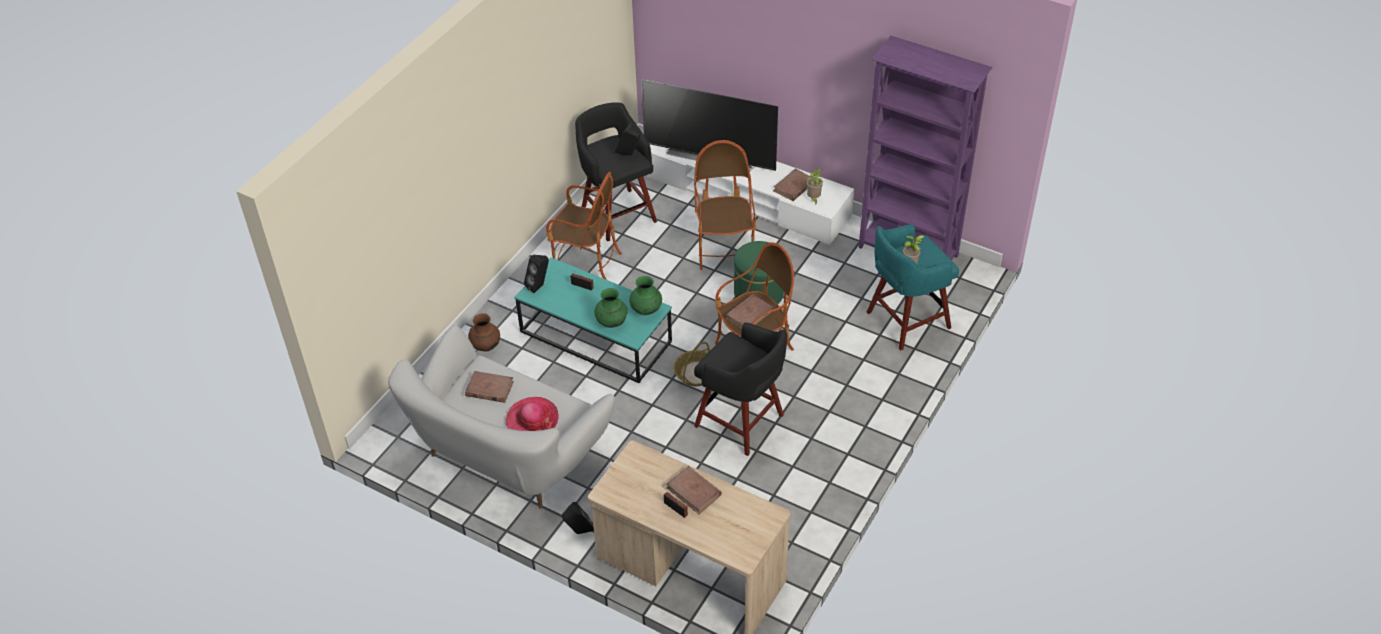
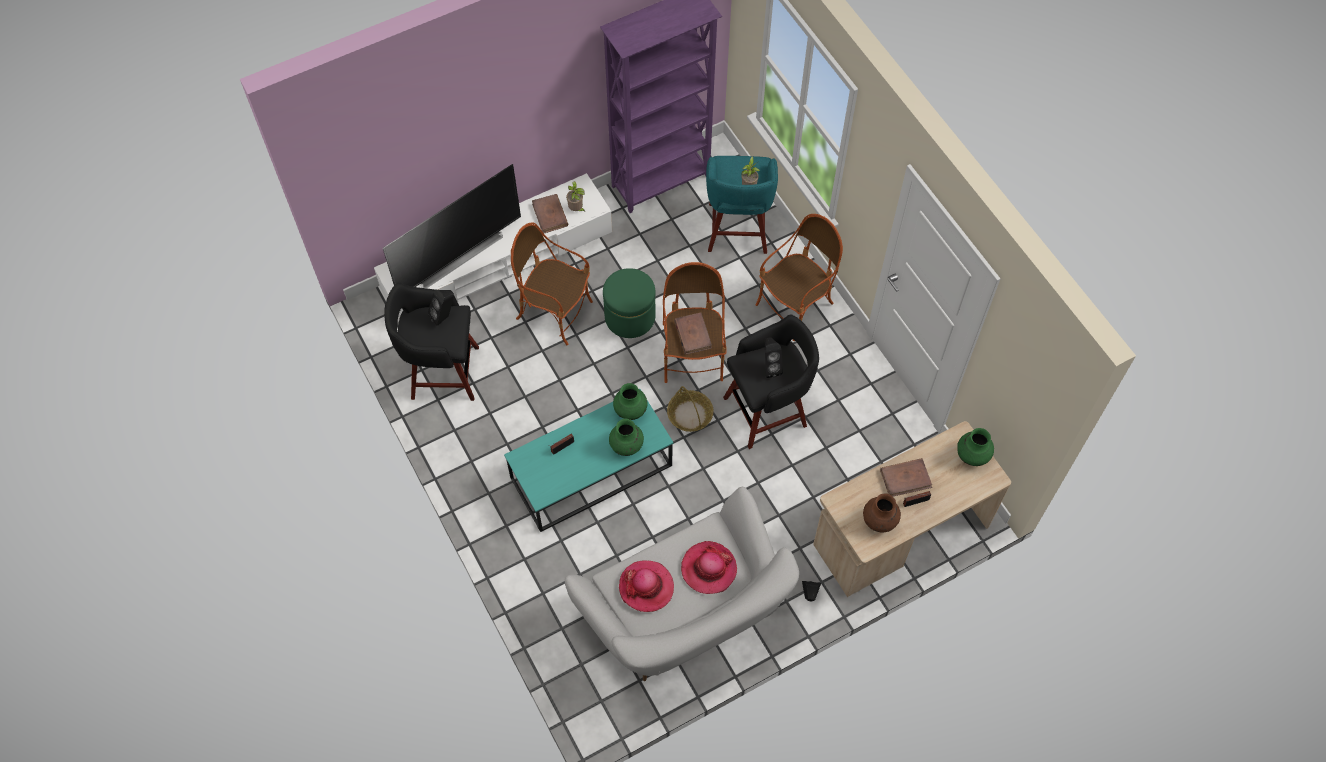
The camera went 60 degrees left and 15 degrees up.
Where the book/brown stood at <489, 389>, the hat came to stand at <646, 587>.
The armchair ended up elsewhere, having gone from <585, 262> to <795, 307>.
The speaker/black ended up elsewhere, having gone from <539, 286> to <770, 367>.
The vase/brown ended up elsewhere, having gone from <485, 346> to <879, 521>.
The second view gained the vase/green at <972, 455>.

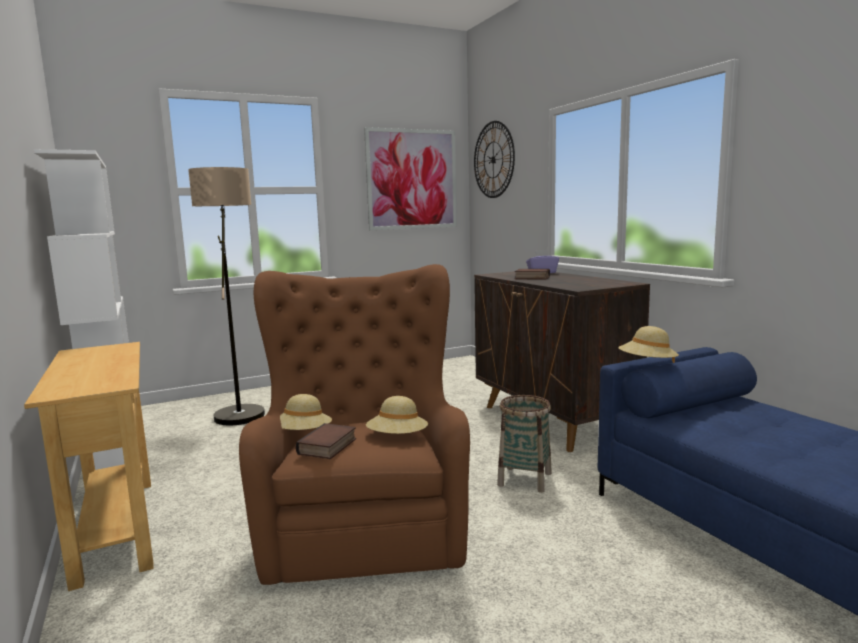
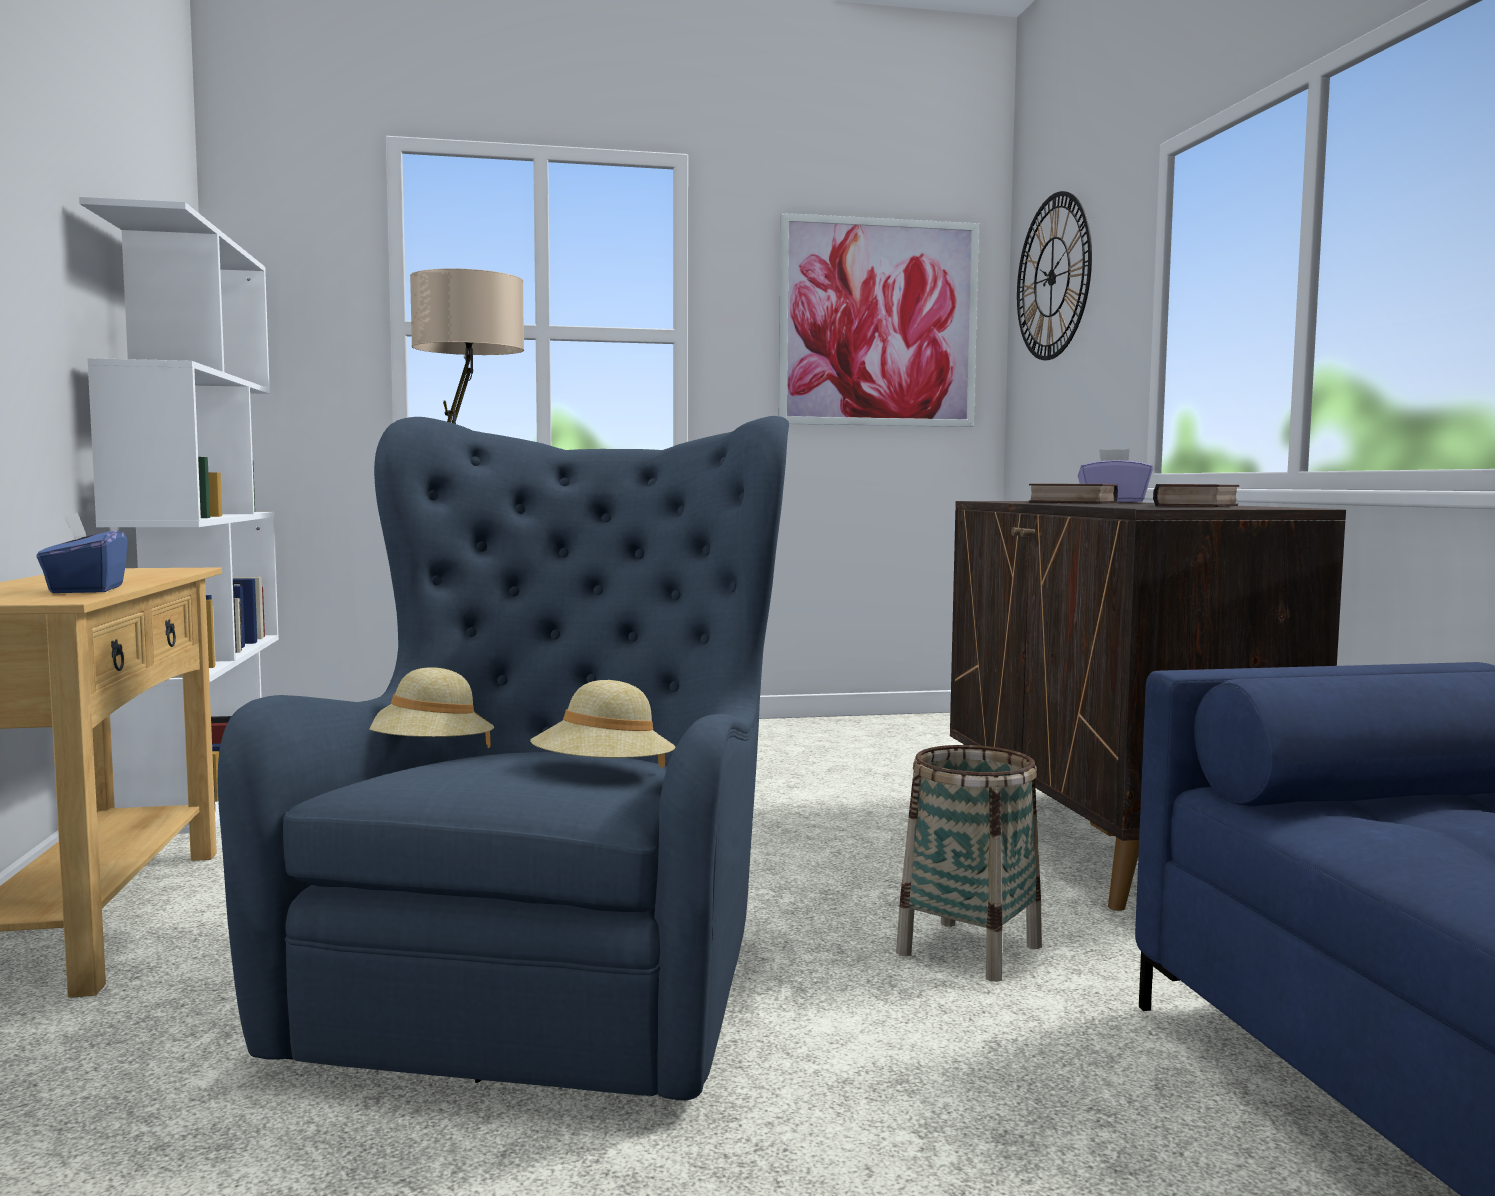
The camera went 15 degrees right and 5 degrees down.
The second view gained the tissue box/blue at <85, 590>.
What was the armchair/brown at <364, 521> turned into the armchair/blue at <556, 977>.
The book ended up elsewhere, having gone from <328, 447> to <1199, 505>.
The second view lost the hat/beige at <647, 365>.

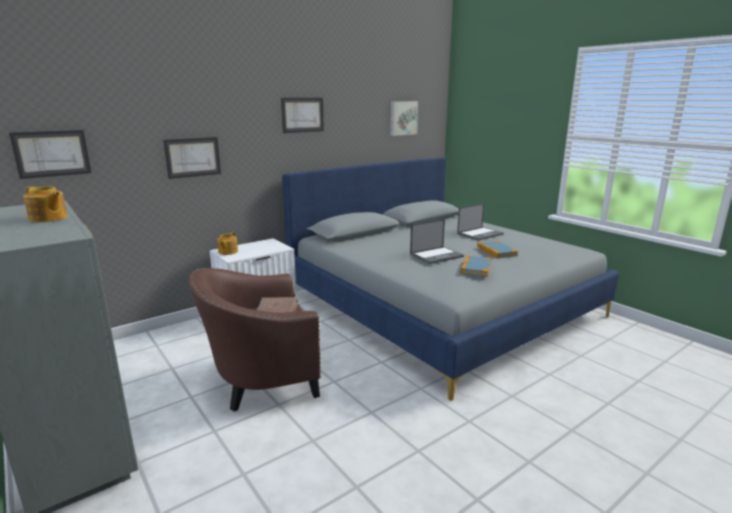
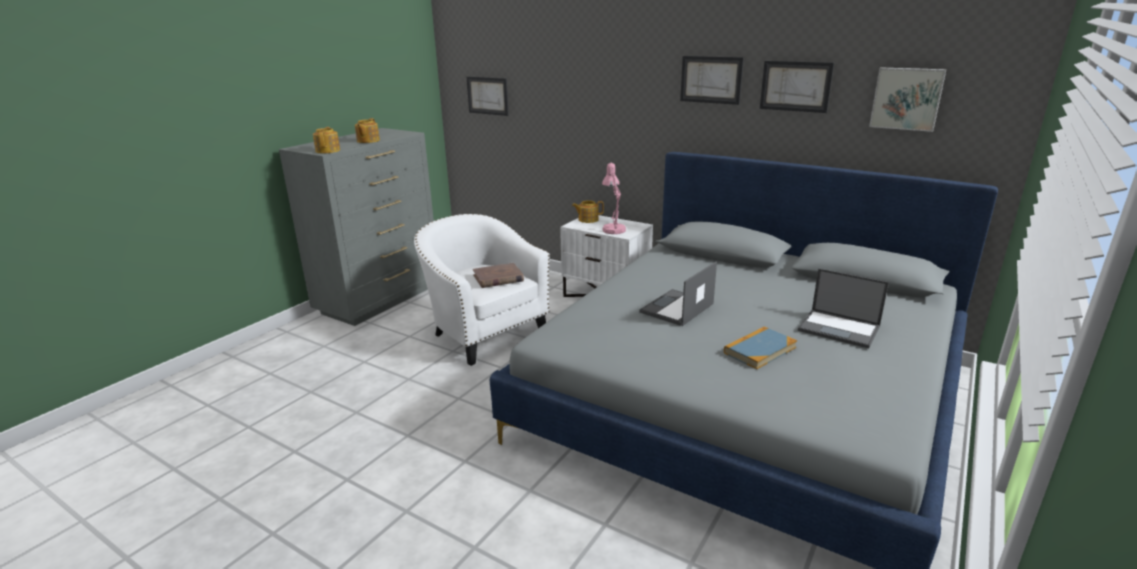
The camera went 70 degrees right and 5 degrees up.
The second view gained the teapot at <328, 150>.
What was the armchair/brown at <261, 381> turned into the armchair/white at <484, 333>.
The second view gained the table lamp/pink at <612, 228>.
The laptop at <437, 255> ended up facing another way, 90 degrees clockwise from before.
The picture ended up elsewhere, having gone from <193, 157> to <795, 86>.
The second view lost the book at <476, 268>.

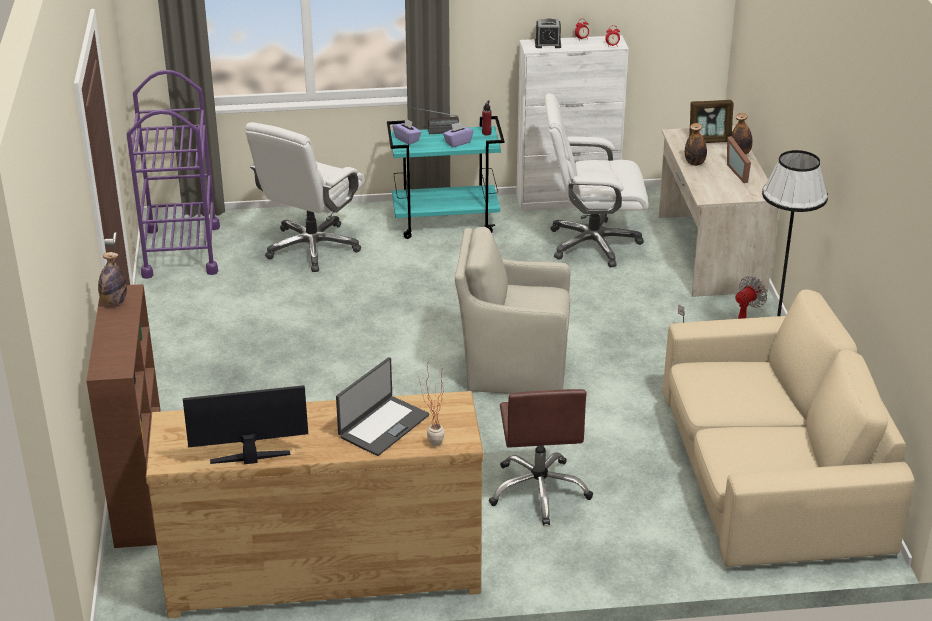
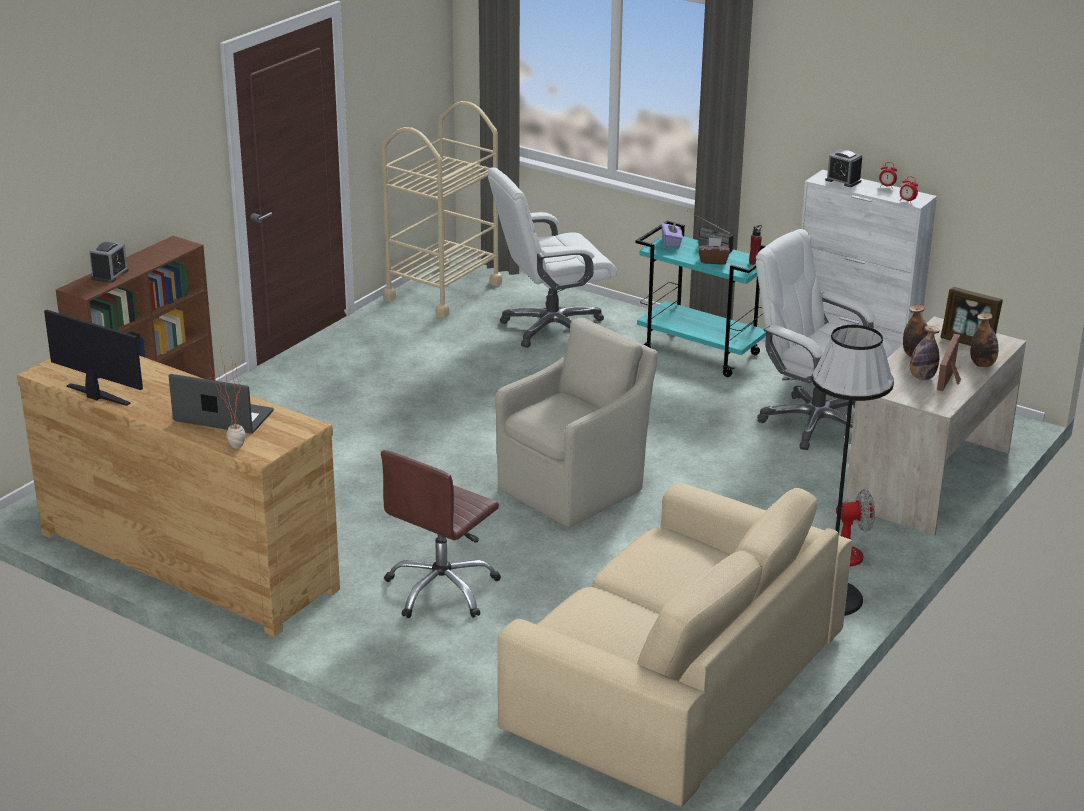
The camera went 40 degrees right and 5 degrees down.
The second view gained the alarm clock at <110, 275>.
The laptop at <383, 426> ended up facing another way, 150 degrees counterclockwise from before.
What was the cart/purple at <181, 251> turned into the cart/beige at <443, 291>.
The armchair/beige at <512, 367> ended up facing another way, 90 degrees clockwise from before.
What was the tissue box/purple at <458, 142> turned into the tissue box/brown at <713, 261>.
The bottle ended up elsewhere, having gone from <114, 302> to <922, 377>.

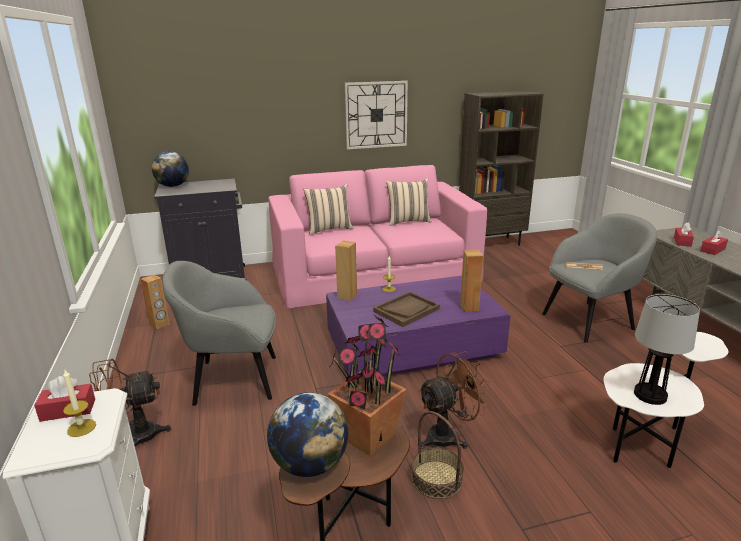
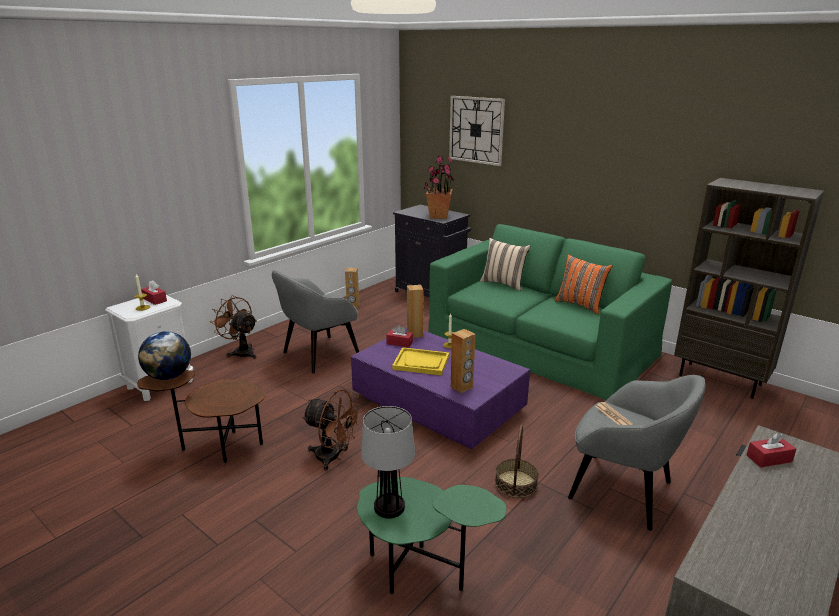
The camera went 55 degrees right and 0 degrees up.
The armchair/grey at <233, 379> ended up facing another way, 90 degrees counterclockwise from before.
What was the side table/white at <648, 441> turned into the side table/green at <420, 573>.
The tissue box/red ended up elsewhere, having gone from <712, 250> to <399, 343>.
What was the tray/brown at <406, 310> turned into the tray/yellow at <421, 363>.
The potted plant ended up elsewhere, having gone from <367, 437> to <438, 216>.
What was the sofa/pink at <374, 272> turned into the sofa/green at <540, 344>.
The wall clock ended up elsewhere, having gone from <376, 115> to <476, 130>.
The basket ended up elsewhere, having gone from <437, 479> to <516, 483>.
What was the pillow/beige at <408, 221> turned into the pillow/orange at <580, 305>.
The second view lost the globe at <173, 186>.

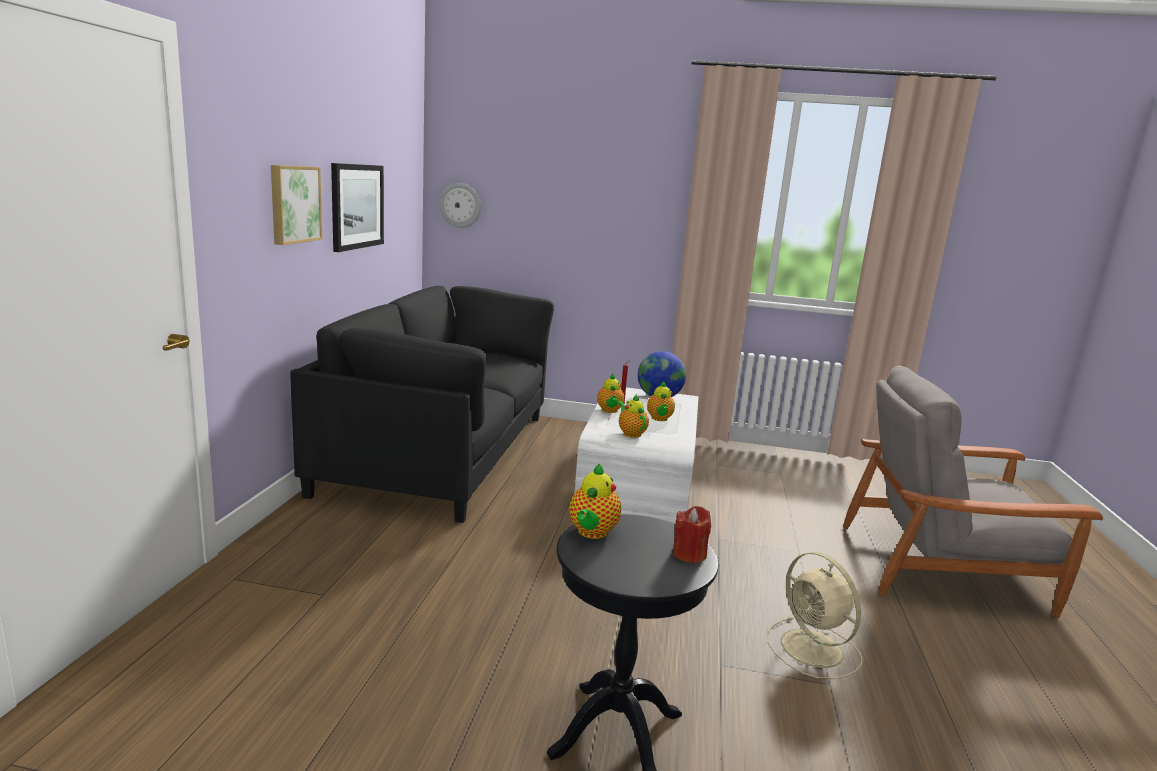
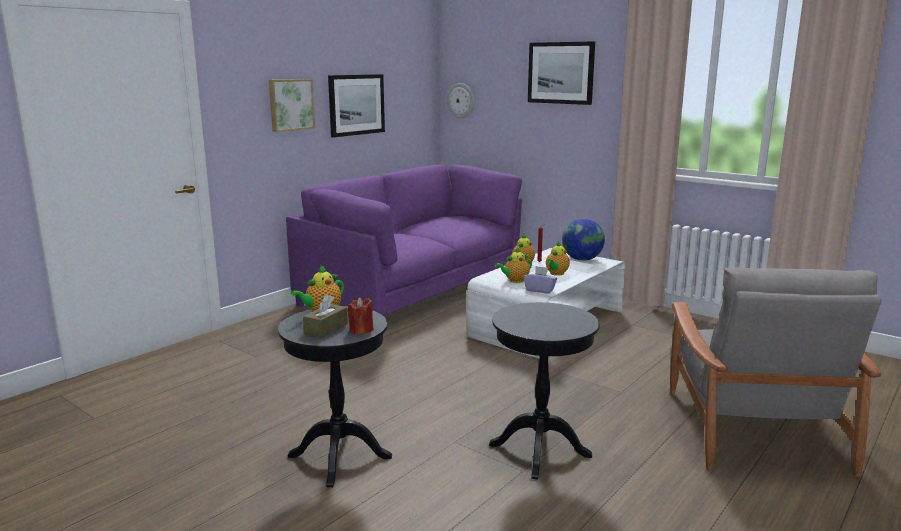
The camera went 30 degrees right and 0 degrees up.
What was the sofa/black at <441, 452> turned into the sofa/purple at <413, 290>.
The second view gained the tissue box/brown at <326, 329>.
Where the fan/beige stood at <814, 650>, the side table/black came to stand at <539, 450>.
The teapot at <631, 433> ended up facing another way, 120 degrees counterclockwise from before.
The second view gained the tissue box/purple at <540, 290>.
The second view gained the picture at <561, 73>.
The armchair/grey at <943, 568> ended up facing another way, 120 degrees counterclockwise from before.

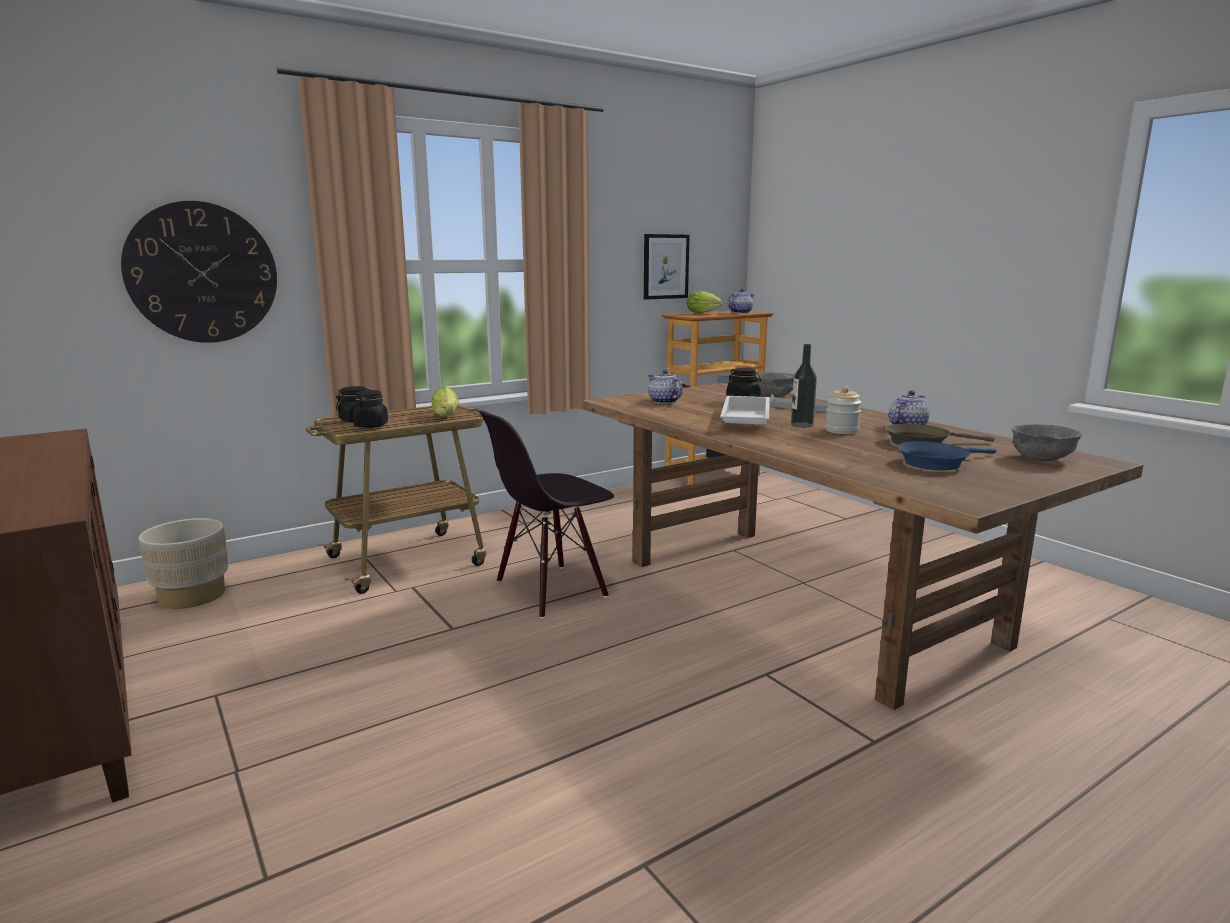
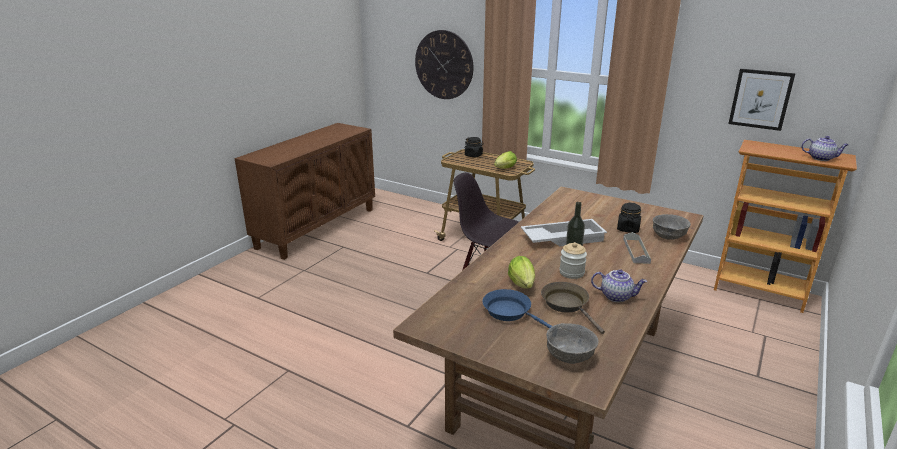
The camera went 65 degrees right and 10 degrees up.
The lettuce ended up elsewhere, having gone from <704, 313> to <522, 285>.
The second view lost the planter/beige at <192, 596>.
The second view lost the jar/black at <371, 425>.
The second view lost the teapot at <663, 401>.

